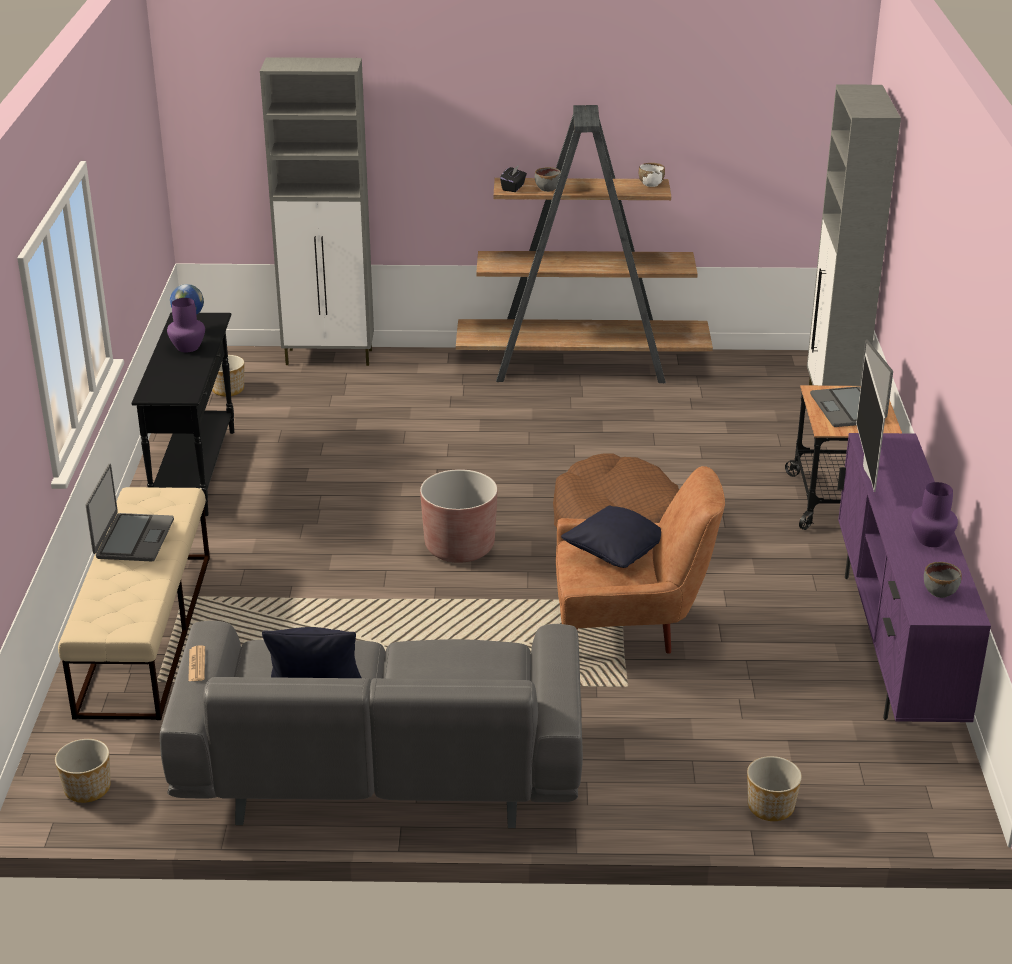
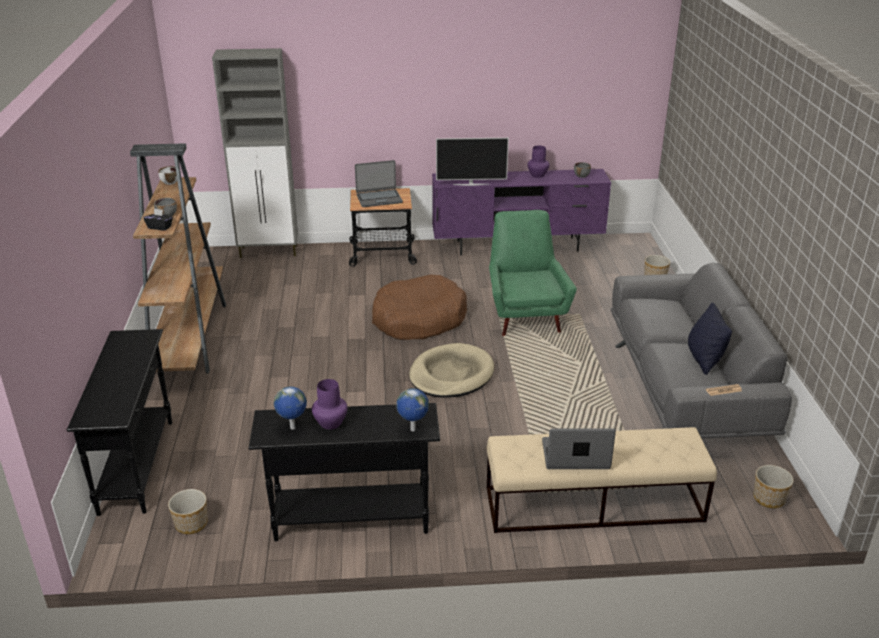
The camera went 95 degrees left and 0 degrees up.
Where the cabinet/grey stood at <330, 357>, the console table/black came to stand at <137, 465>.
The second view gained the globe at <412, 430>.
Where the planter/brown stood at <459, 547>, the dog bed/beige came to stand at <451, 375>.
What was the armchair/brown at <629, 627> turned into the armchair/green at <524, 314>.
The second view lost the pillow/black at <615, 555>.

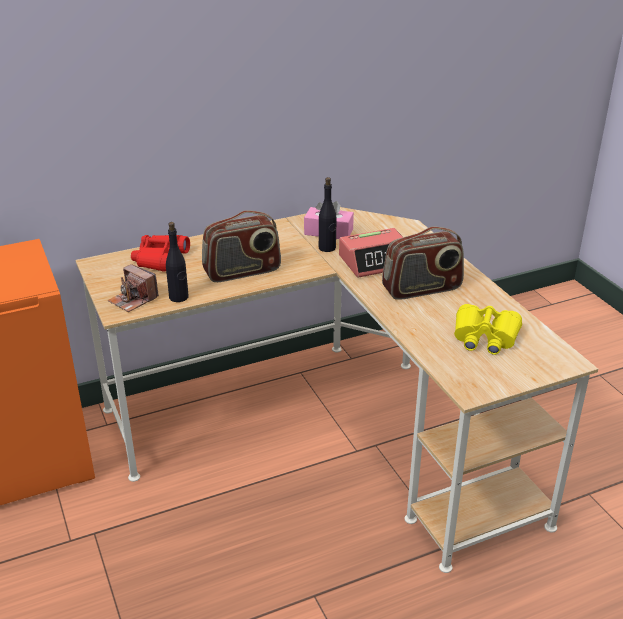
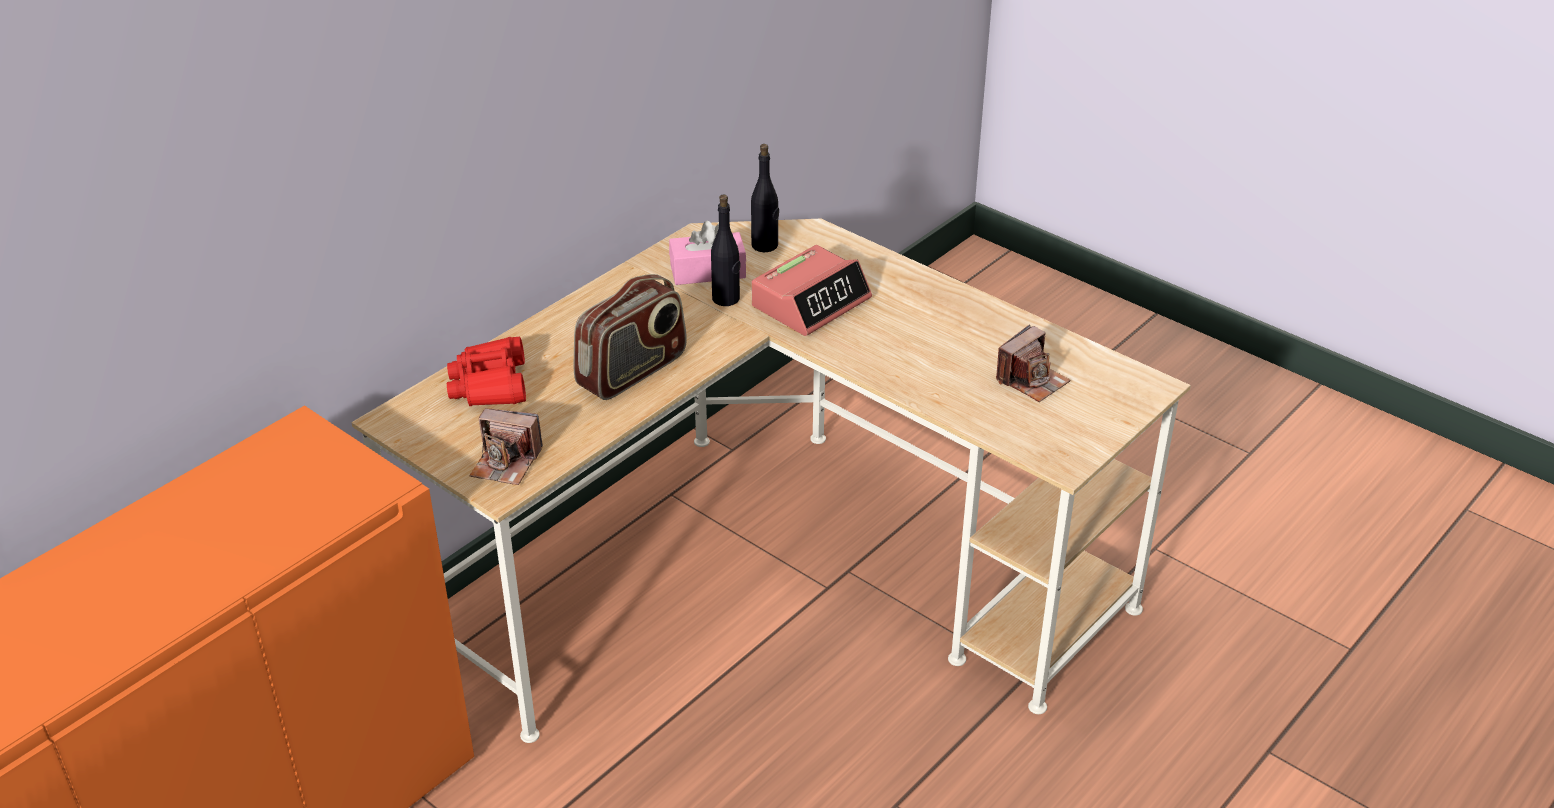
The camera went 25 degrees left and 5 degrees up.
The bottle/black ended up elsewhere, having gone from <179, 297> to <765, 245>.
Where the binoculars/yellow stood at <485, 337>, the photo camera came to stand at <1032, 380>.
The second view lost the radio at <422, 289>.

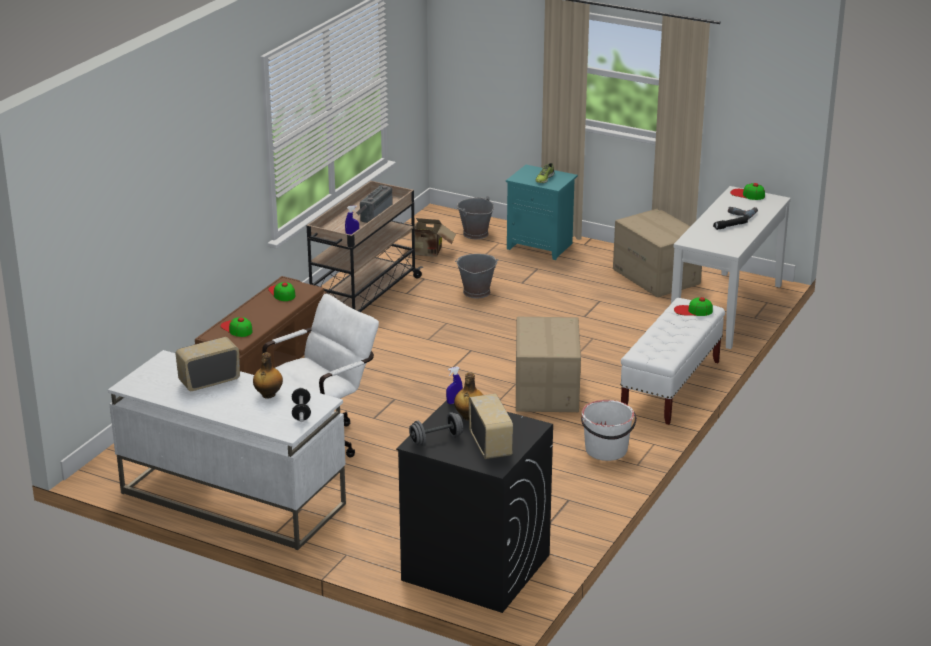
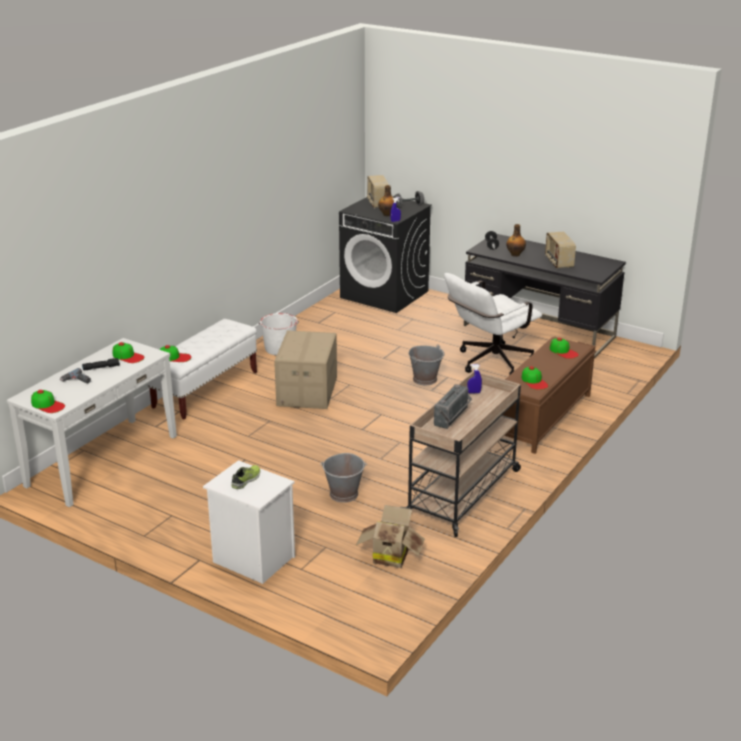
The camera went 175 degrees left and 0 degrees up.
The second view gained the cap at <128, 356>.
What was the nightstand/turquoise at <541, 246> turned into the nightstand/white at <251, 559>.
The bucket/grey ended up elsewhere, having gone from <475, 234> to <425, 379>.
What was the desk/white at <232, 499> turned into the desk/black at <539, 331>.
The radio at <209, 381> ended up facing another way, 105 degrees clockwise from before.
The second view lost the cardboard box at <657, 276>.

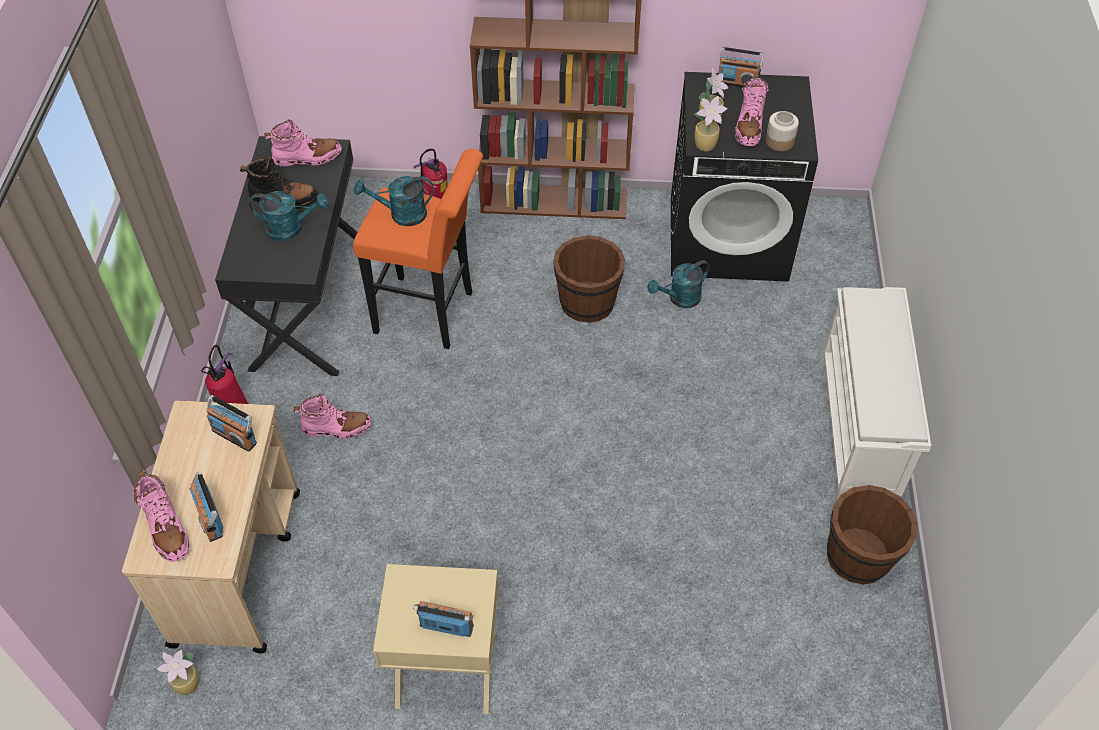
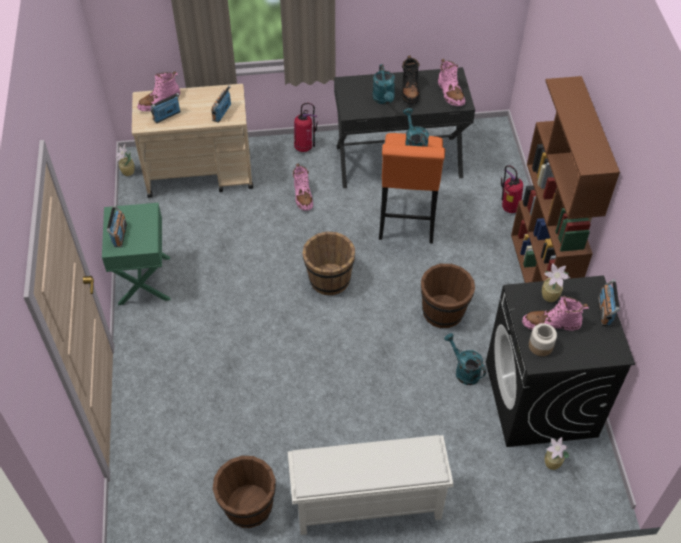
The camera went 80 degrees right and 0 degrees up.
What was the nightstand/beige at <446, 671> turned into the nightstand/green at <143, 280>.
The second view gained the bucket/brown at <329, 279>.
The potted plant ended up elsewhere, having gone from <706, 146> to <552, 464>.

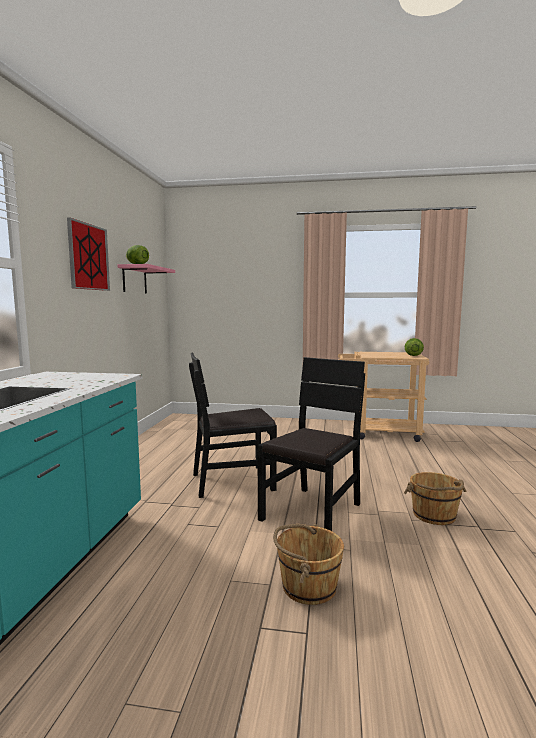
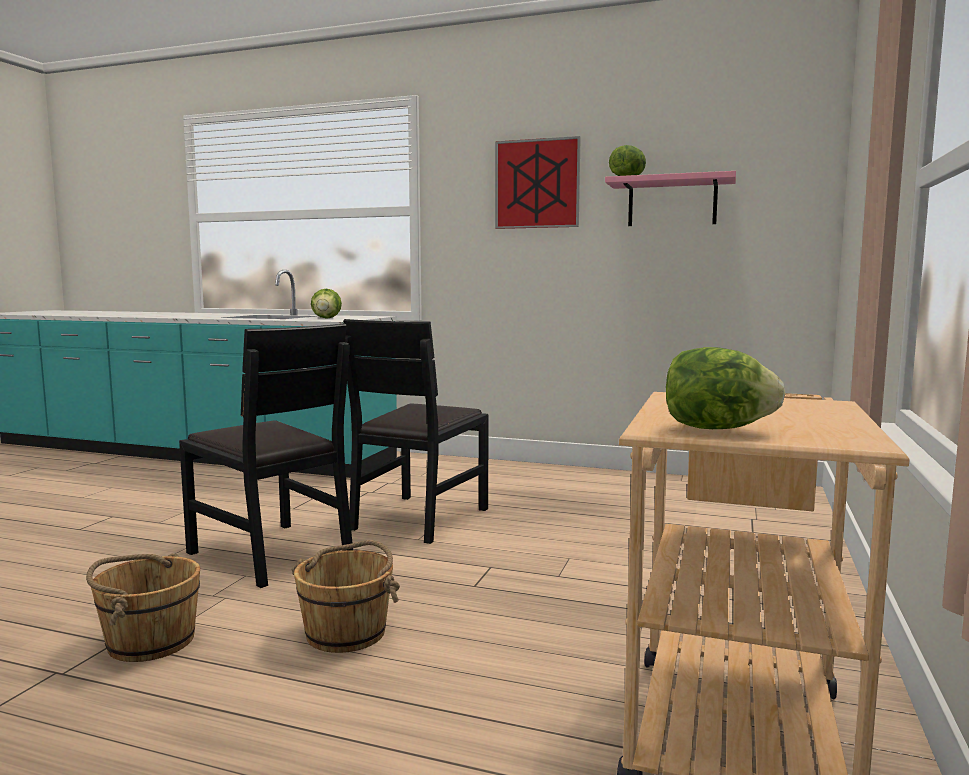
The camera went 100 degrees right and 0 degrees up.
The bucket/brown ended up elsewhere, having gone from <308, 586> to <347, 632>.
The second view gained the lettuce at <326, 318>.
The chair/black at <233, 481> ended up facing another way, 150 degrees counterclockwise from before.

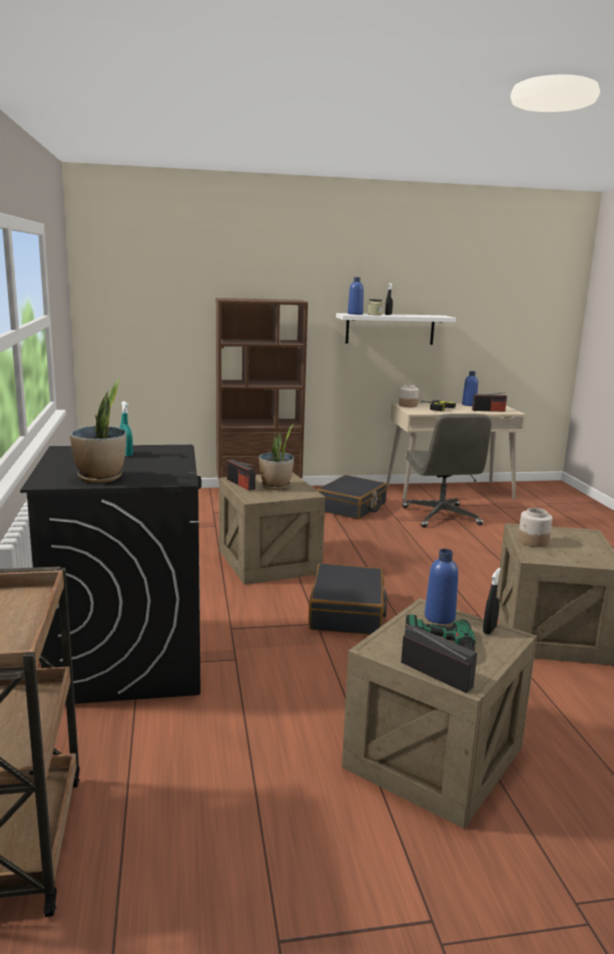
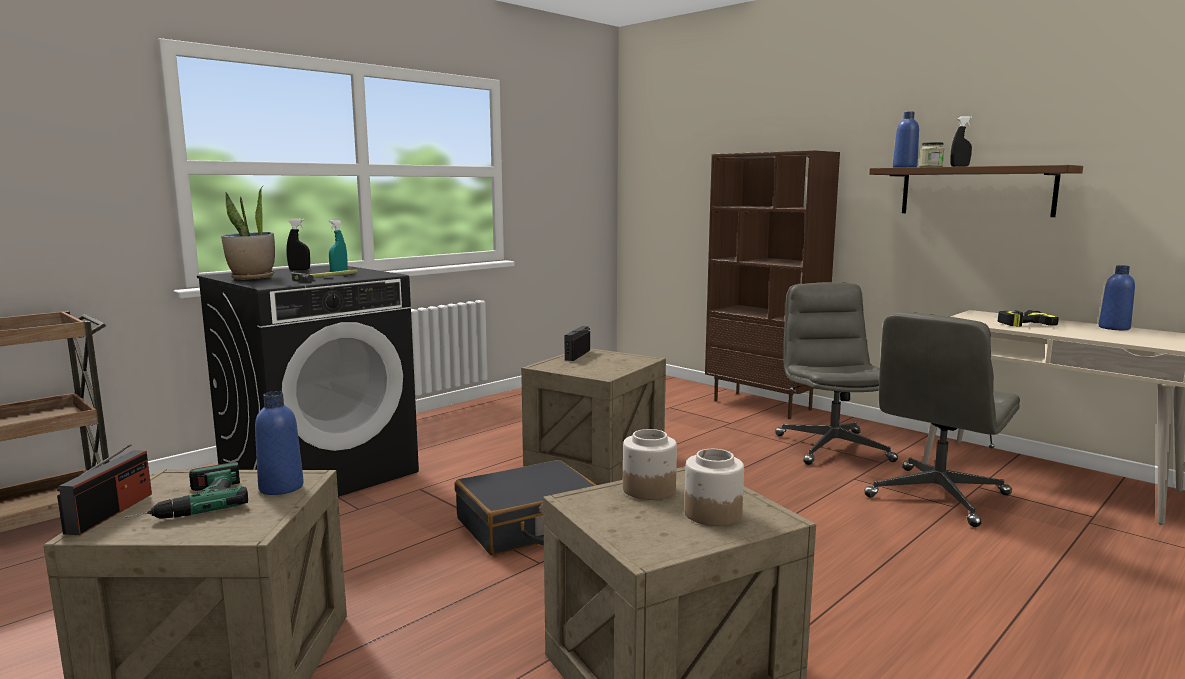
The camera went 55 degrees right and 5 degrees down.
The spray bottle/black ended up elsewhere, having gone from <489, 629> to <299, 270>.
The second view gained the hammer at <327, 278>.
The jar ended up elsewhere, having gone from <407, 405> to <712, 513>.
Where the suitcase/black stood at <351, 507>, the office chair/grey came to stand at <832, 447>.
What was the shelf/white at <390, 329> turned into the shelf/brown at <976, 191>.
The second view lost the potted plant at <276, 486>.
The second view lost the radio at <488, 410>.

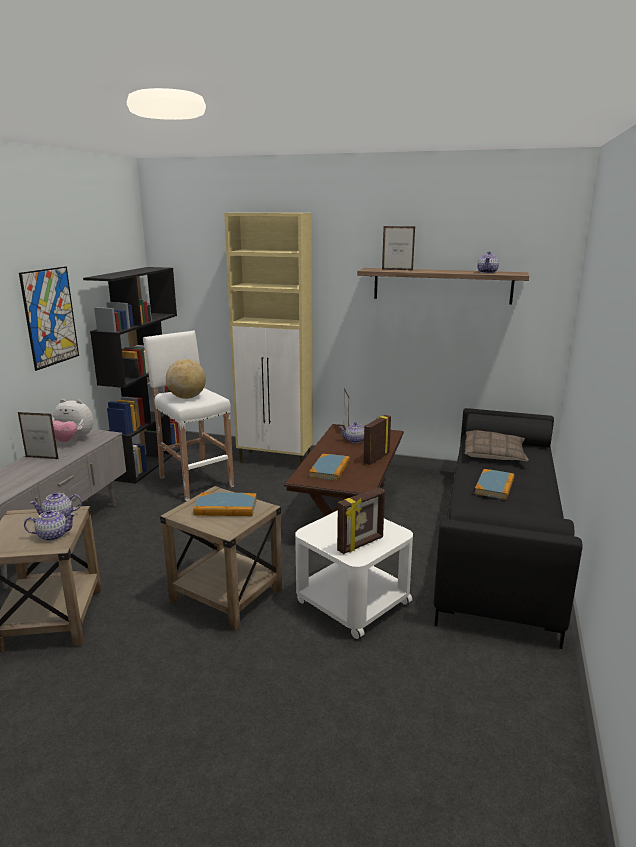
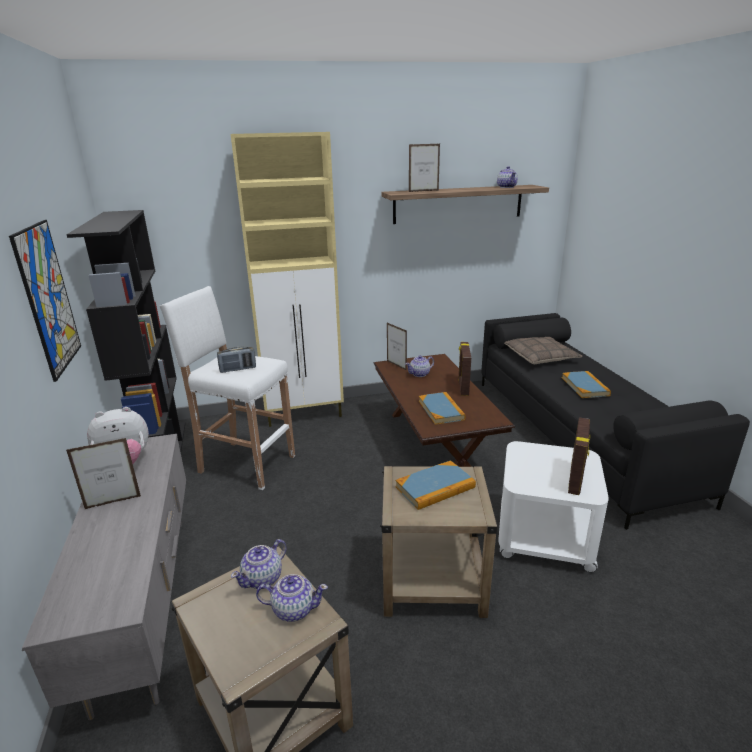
The camera went 30 degrees left and 5 degrees up.
Where the globe stood at <187, 397>, the radio came to stand at <238, 369>.
The teapot at <52, 535> ended up facing another way, 45 degrees clockwise from before.

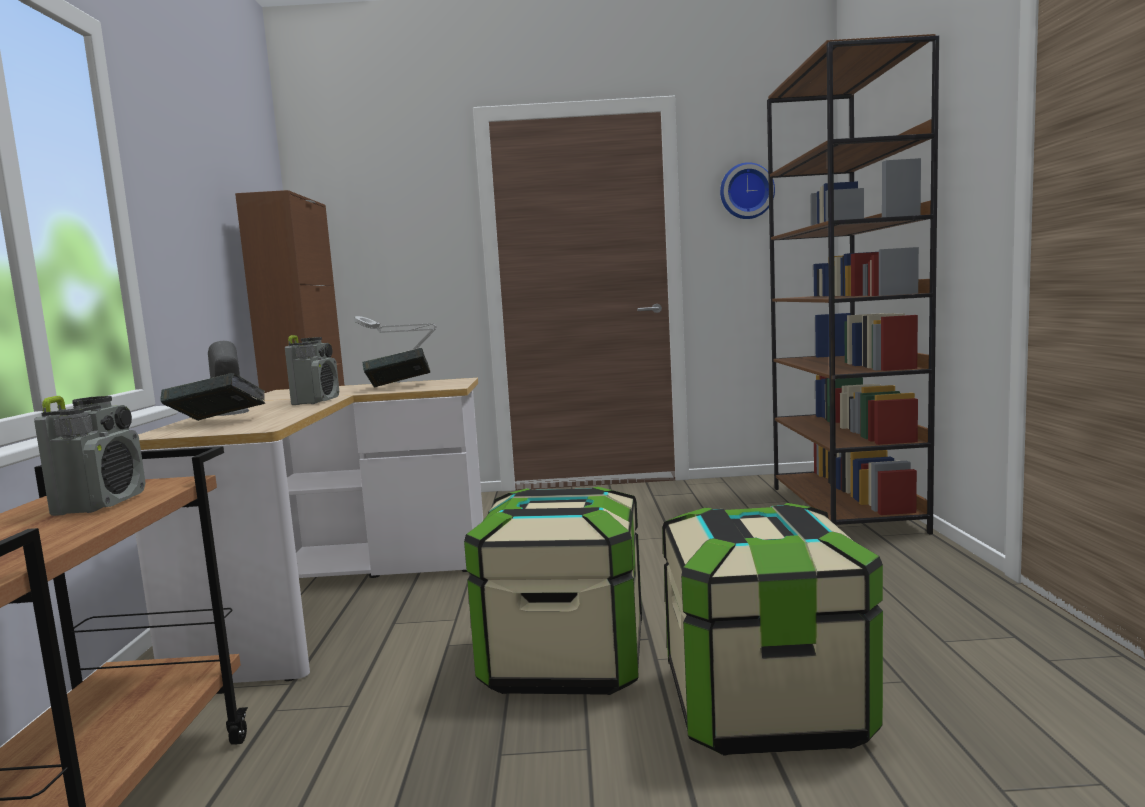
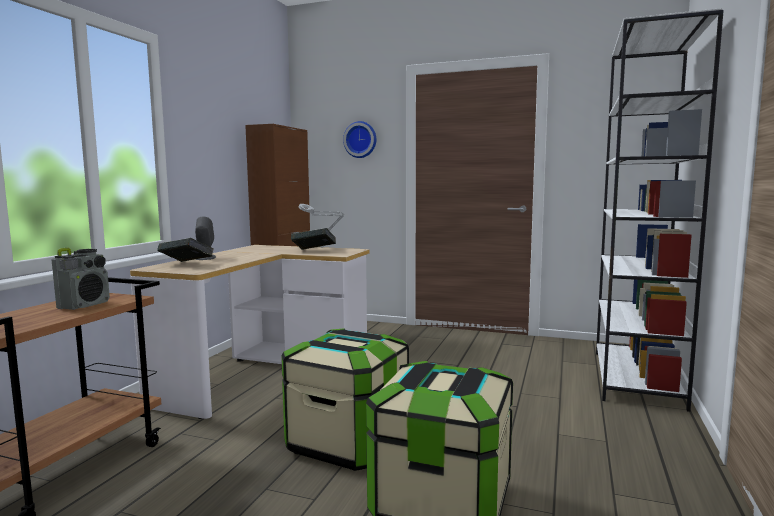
The camera went 20 degrees right and 0 degrees up.
The wall clock ended up elsewhere, having gone from <746, 191> to <360, 140>.
What was the bookcase/brown at <846, 509> turned into the bookcase/white at <637, 379>.
The second view lost the radio at <316, 401>.

